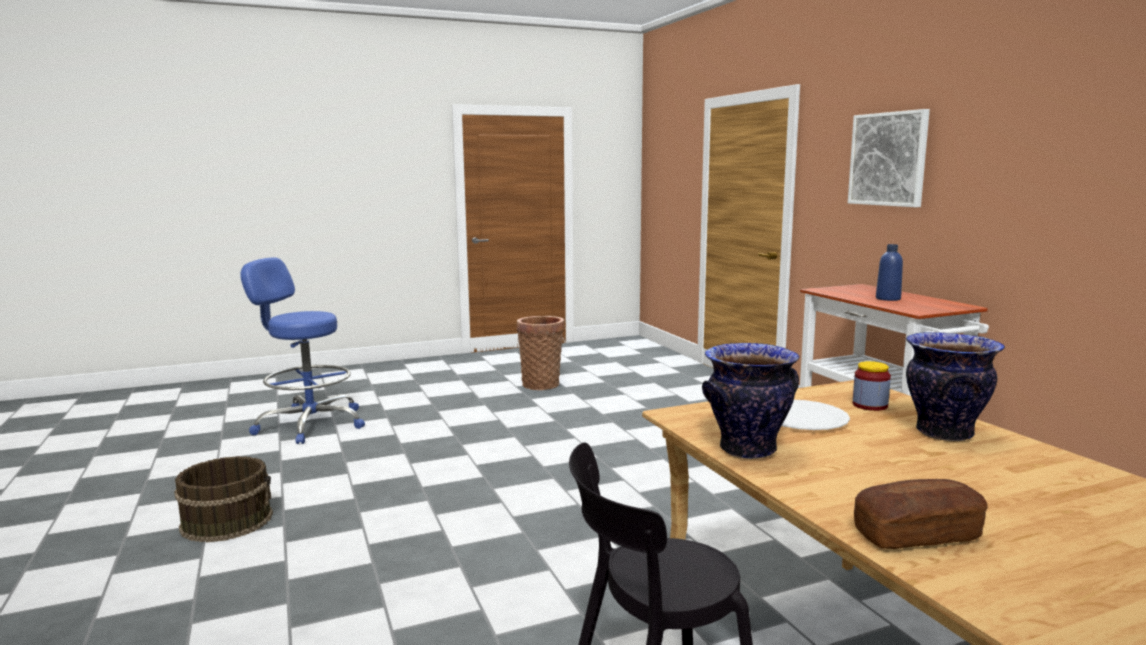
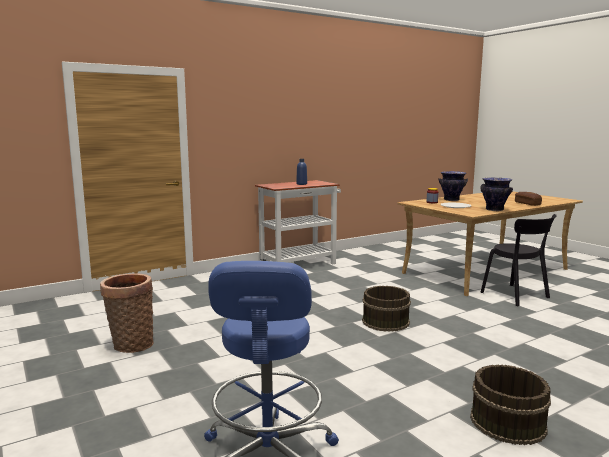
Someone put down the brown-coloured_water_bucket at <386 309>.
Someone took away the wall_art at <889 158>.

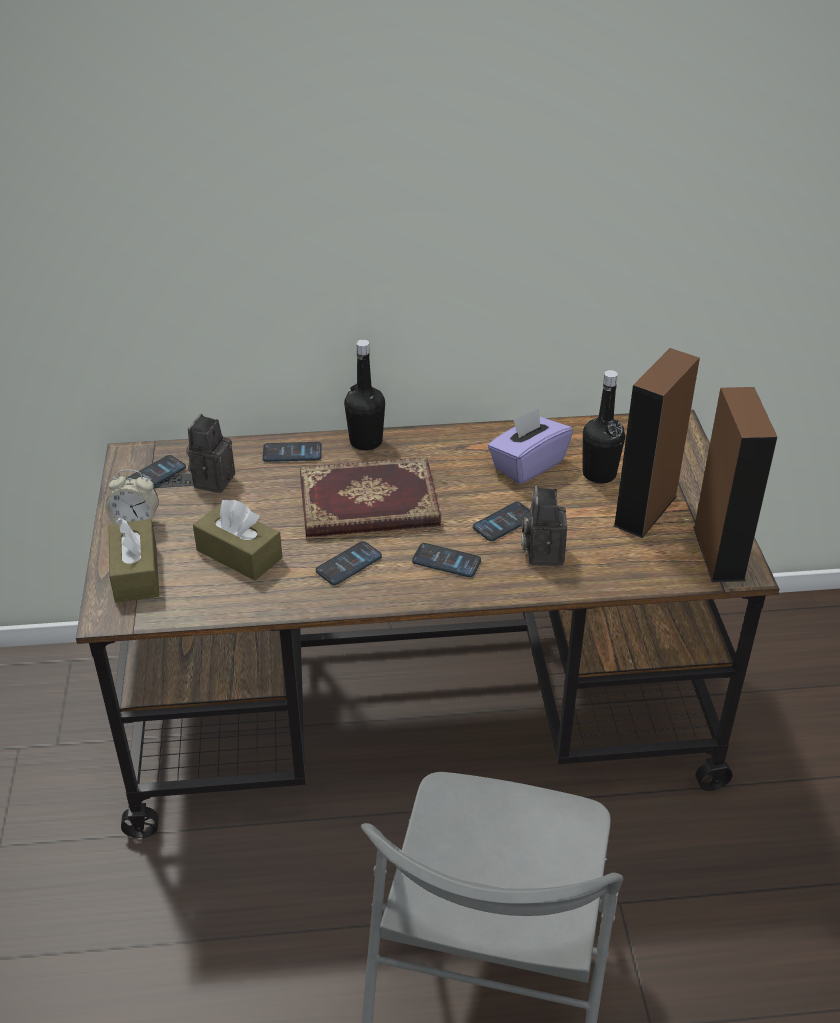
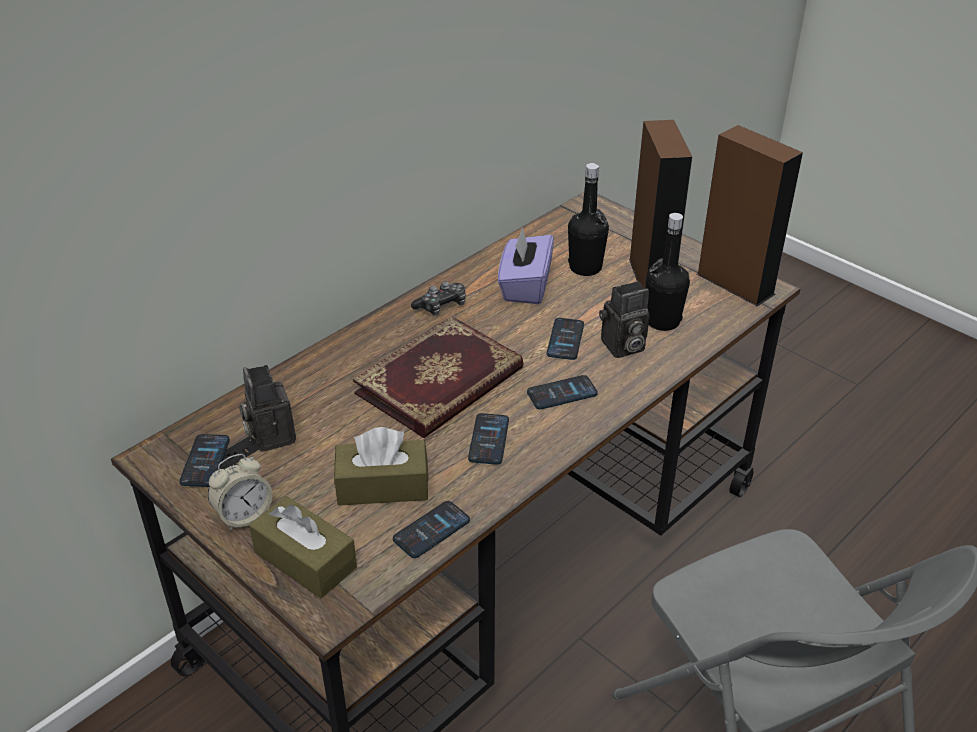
Someone carried the handset from <292 452> to <431 529>.
Someone put down the game_controller at <438 298>.
Someone rotated the photo_camera at <544 525> by 75 degrees counterclockwise.
Someone carried the blackish_beverage_bottle from <364 395> to <668 272>.

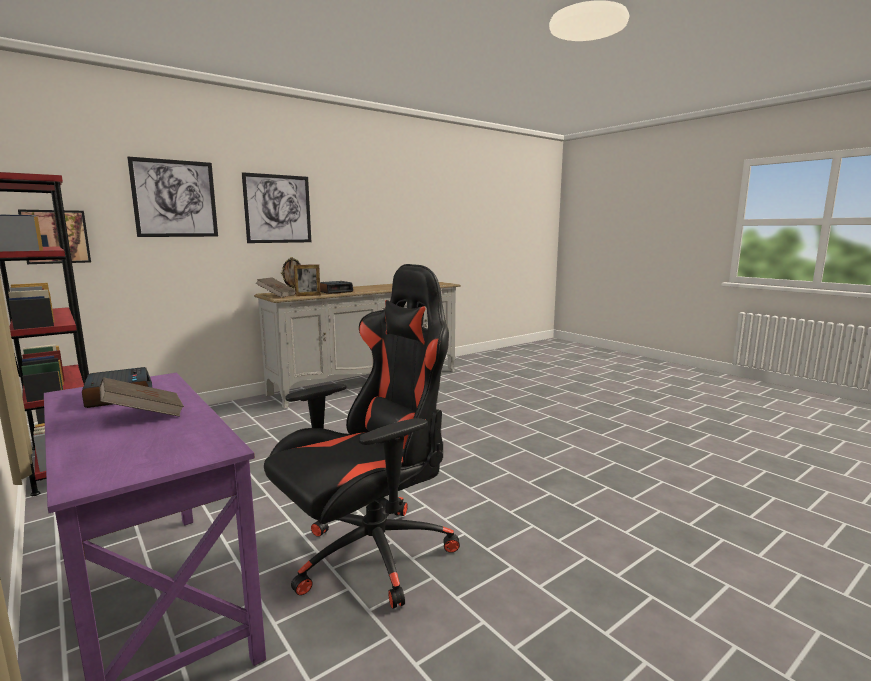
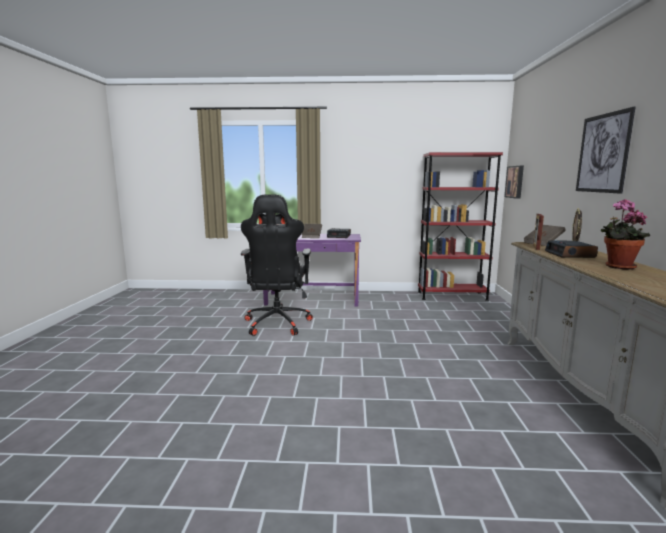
Someone put down the potted_plant at <626 234>.
Someone took away the wall_art at <172 197>.

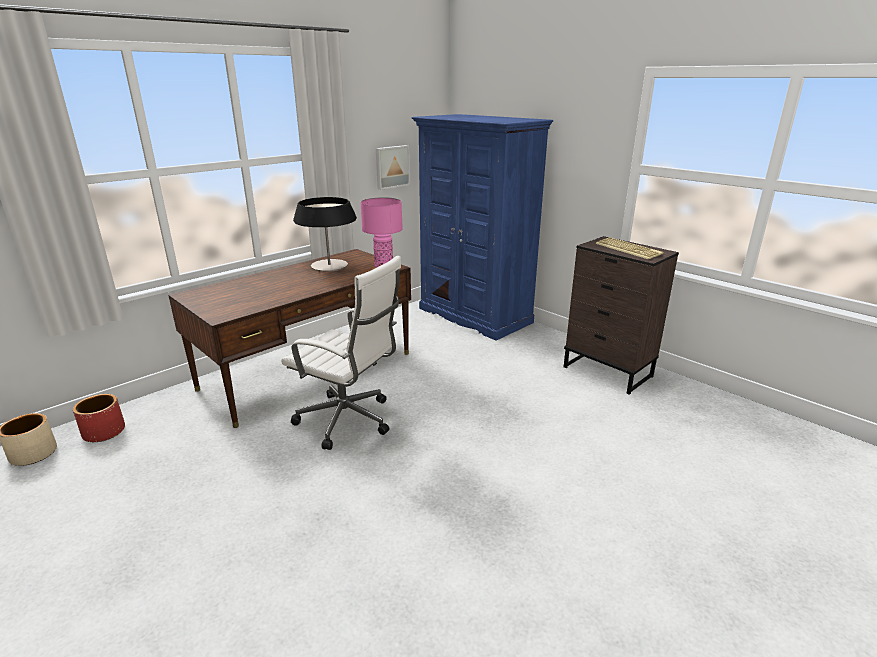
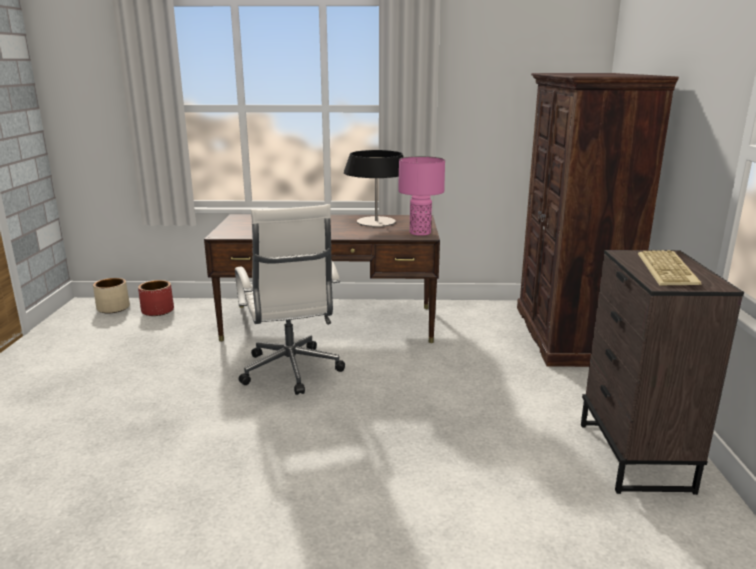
Someone repainted the bluish_armoire at <482 227>, which became the brown-coloured_armoire at <598 220>.
Someone took away the wall_art at <393 167>.

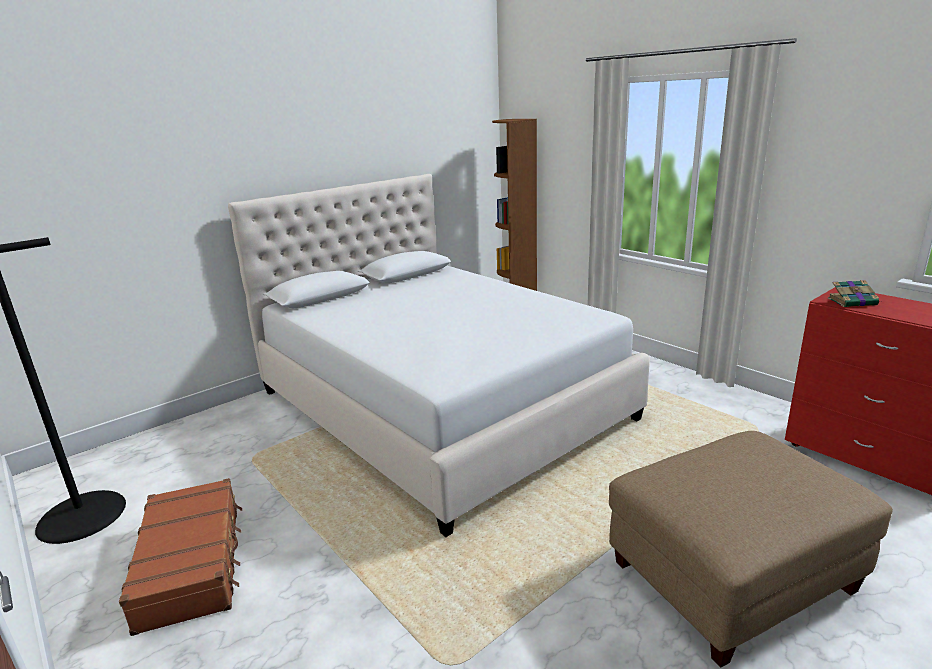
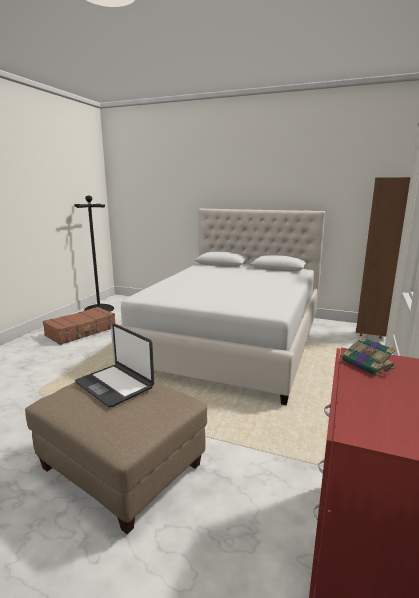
Someone put down the laptop at <114 365>.

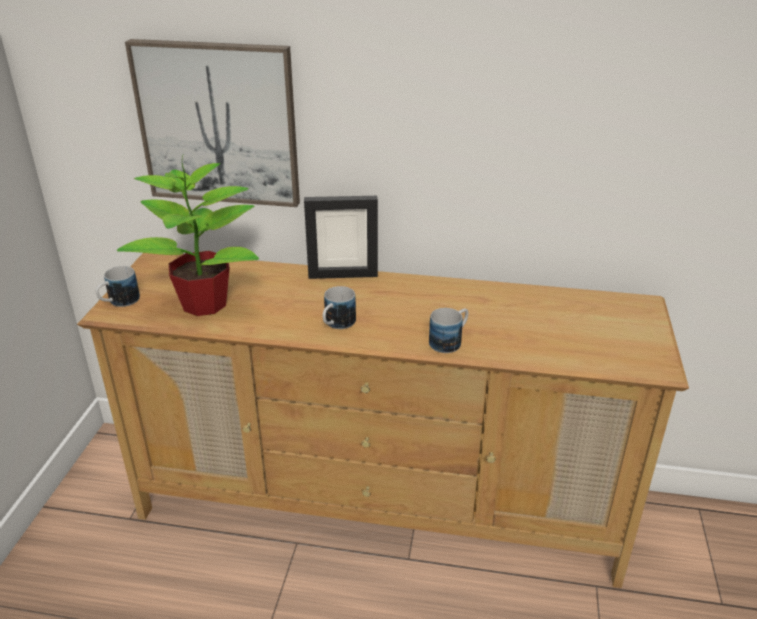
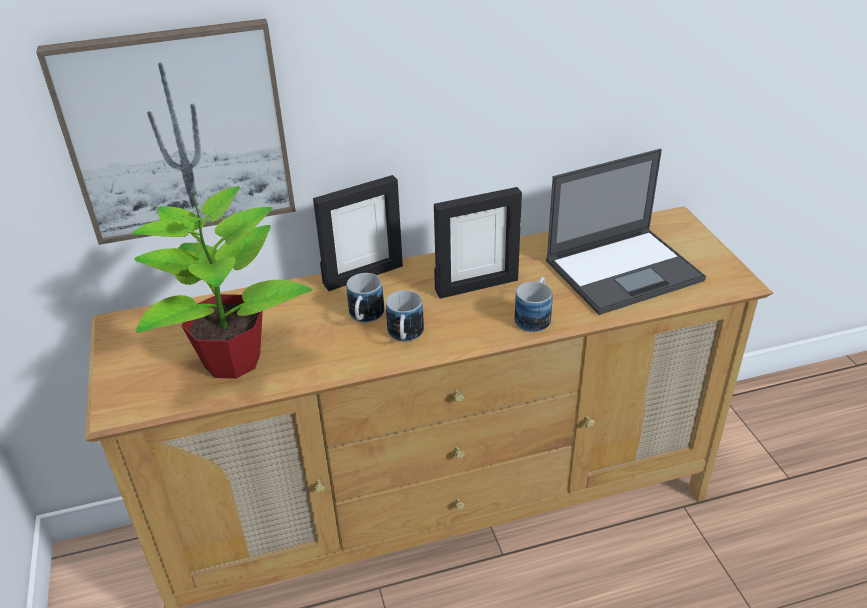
Someone carried the tea_mug from <118 286> to <365 298>.
Someone put down the picture_frame at <478 243>.
Someone put down the laptop at <626 232>.

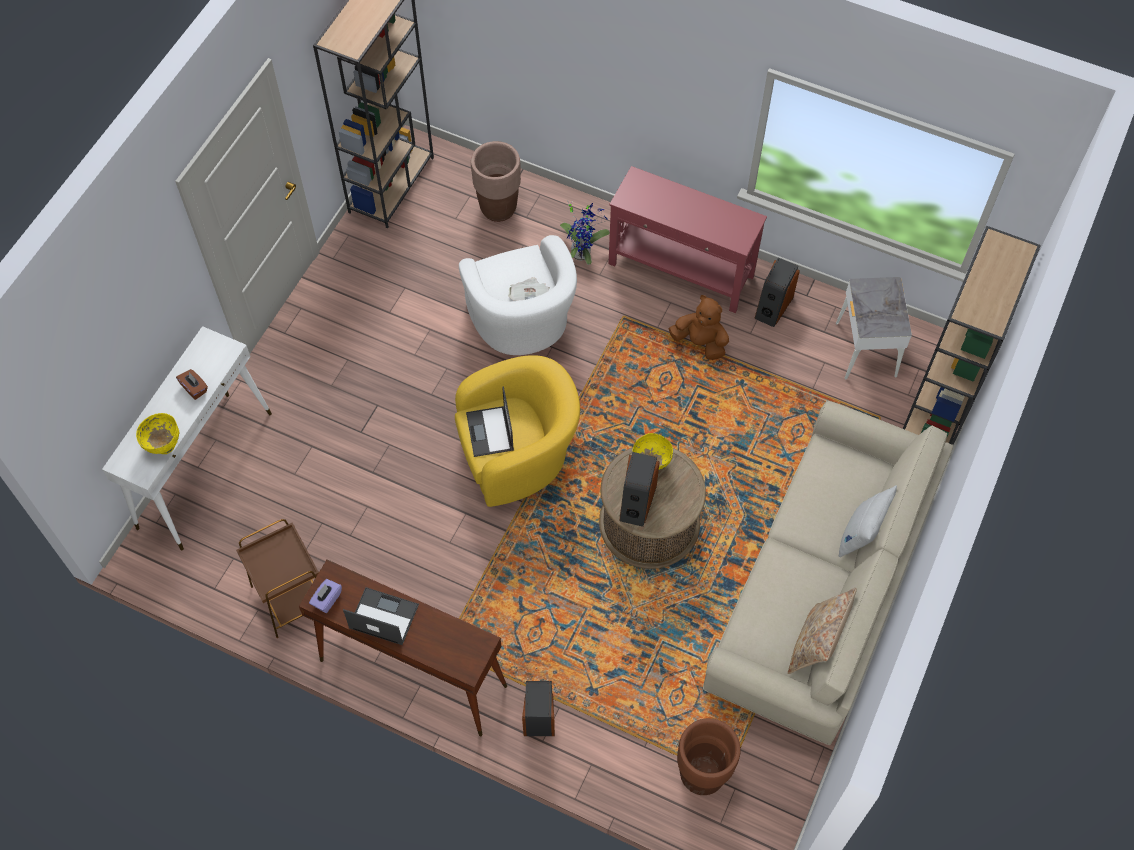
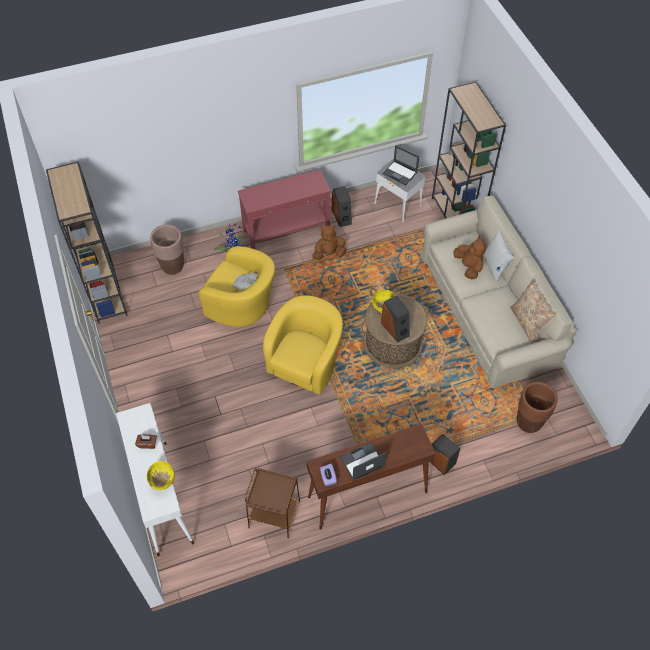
Someone repainted the whitish_easy_chair at <518 295>, which became the yellow-coloured_easy_chair at <237 286>.
Someone carried the laptop from <490 421> to <401 165>.
Someone put down the brown-coloured_cuddly_toy at <469 257>.

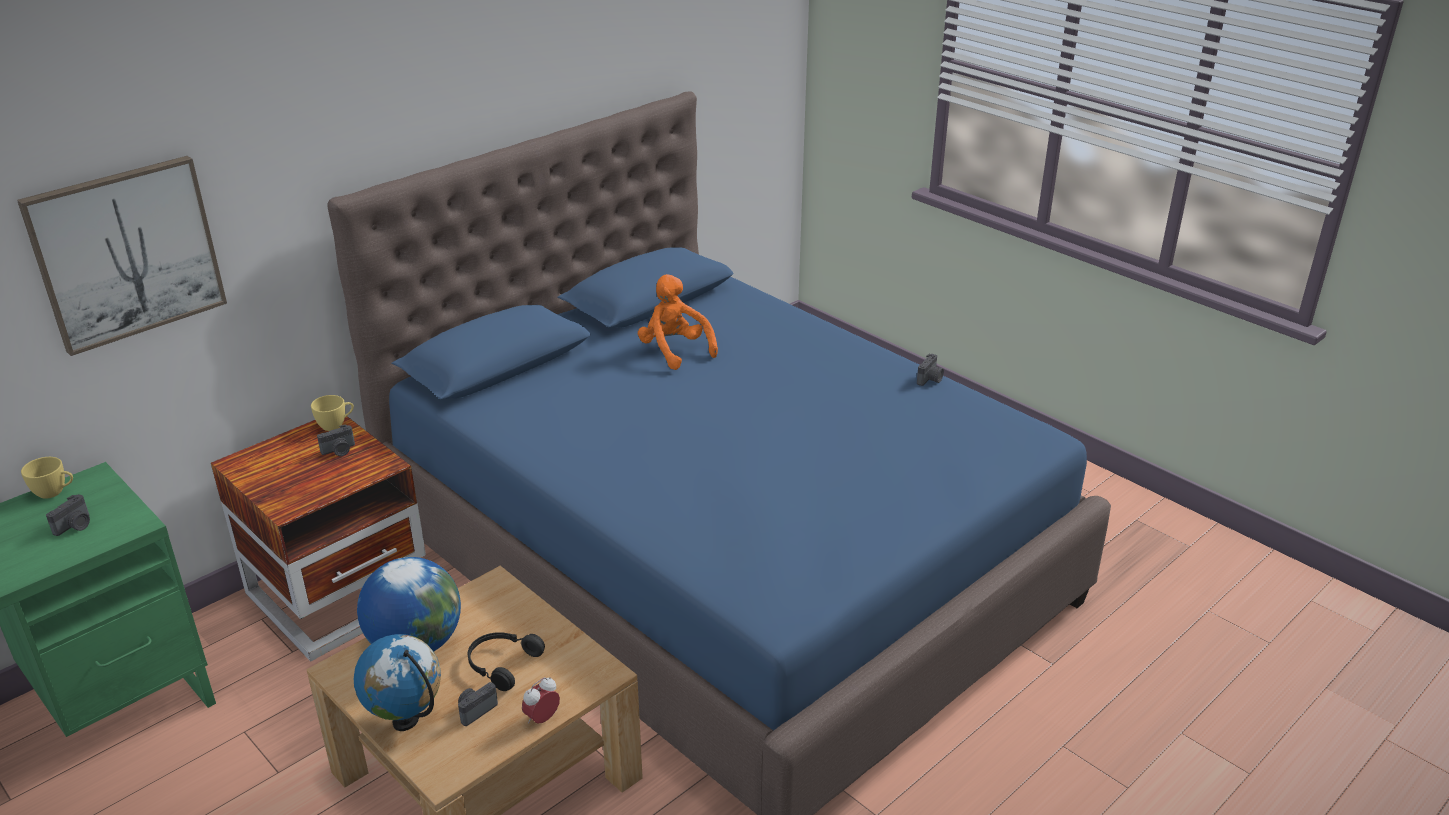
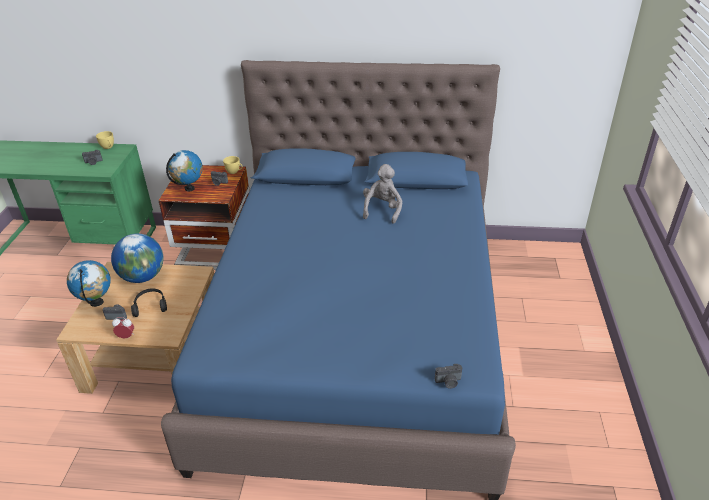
Someone put down the globe at <184 171>.
Someone repainted the orange-coloured_cuddly_toy at <678 322>, which became the gray_cuddly_toy at <382 194>.
Someone carried the photo_camera from <930 370> to <448 376>.
Someone took away the wall_art at <122 256>.

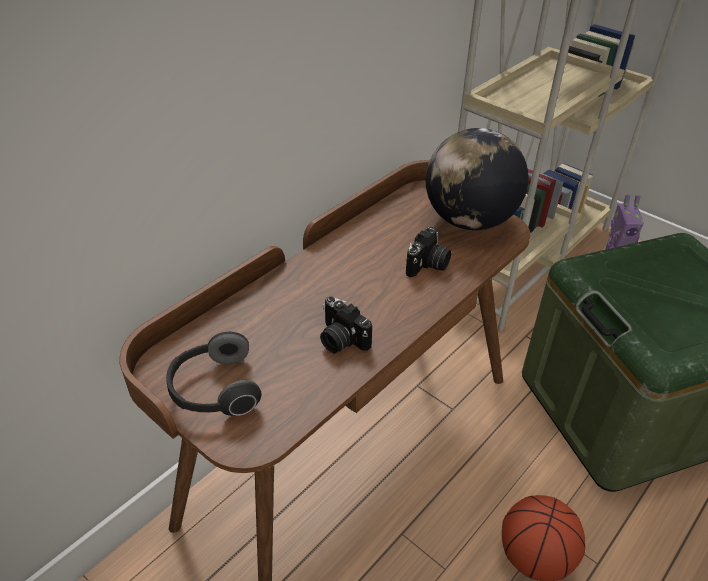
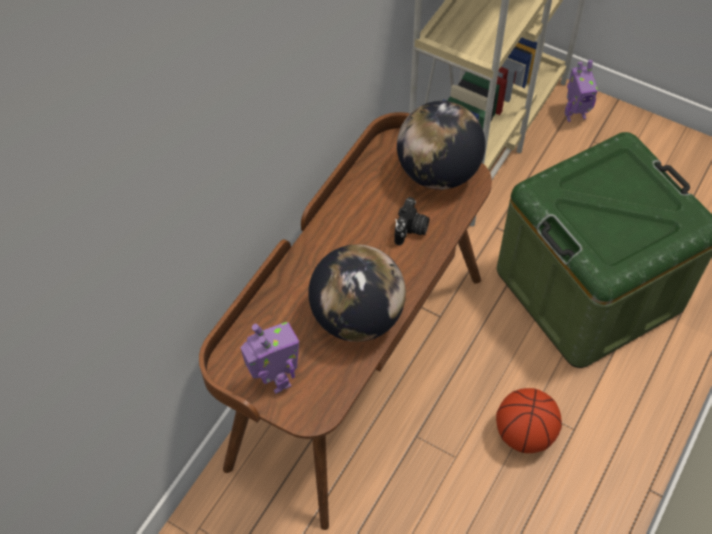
Someone swapped the pair_of_headphones at <214 374> for the toy_robot at <269 358>.
Someone swapped the photo_camera at <346 324> for the globe at <357 293>.

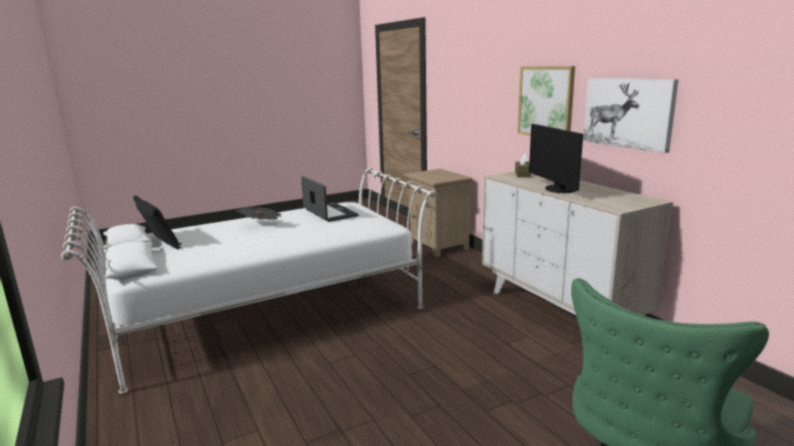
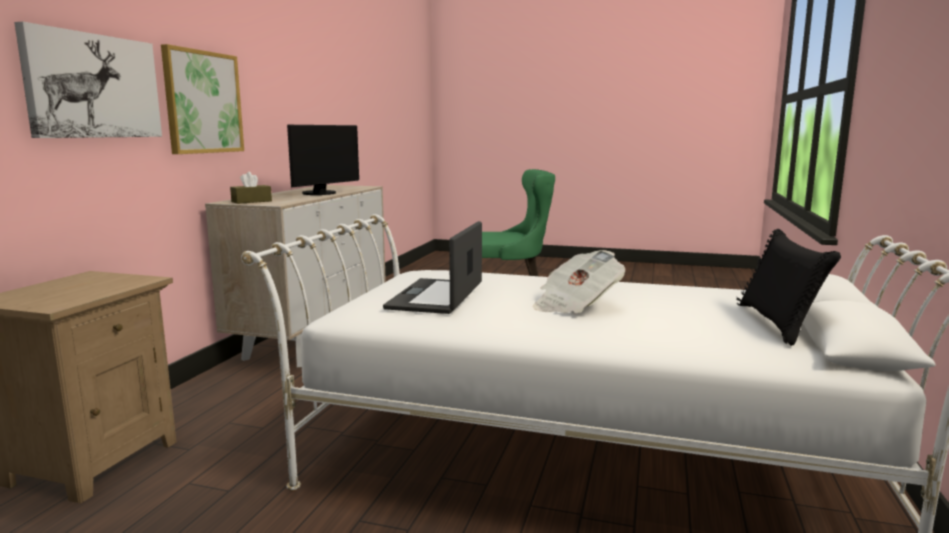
Someone carried the wall_art from <631 115> to <88 80>.

